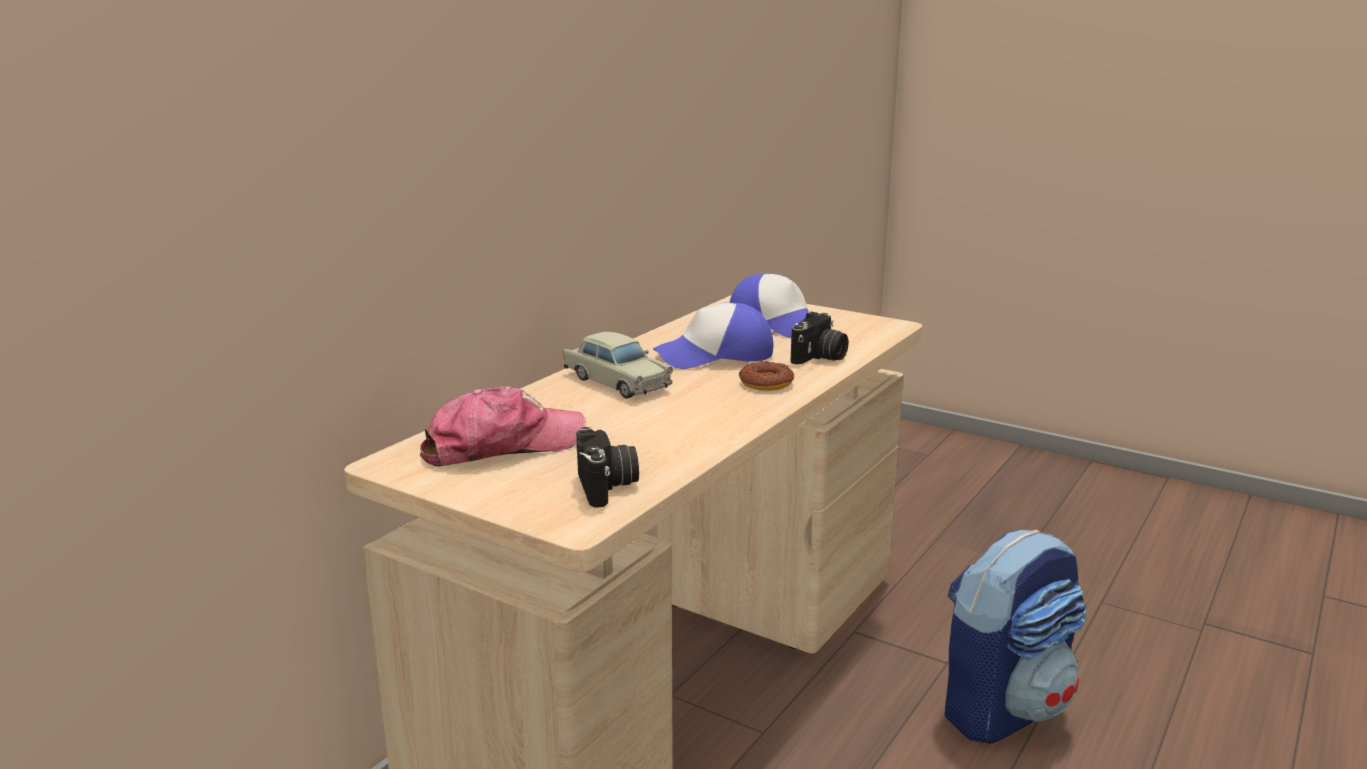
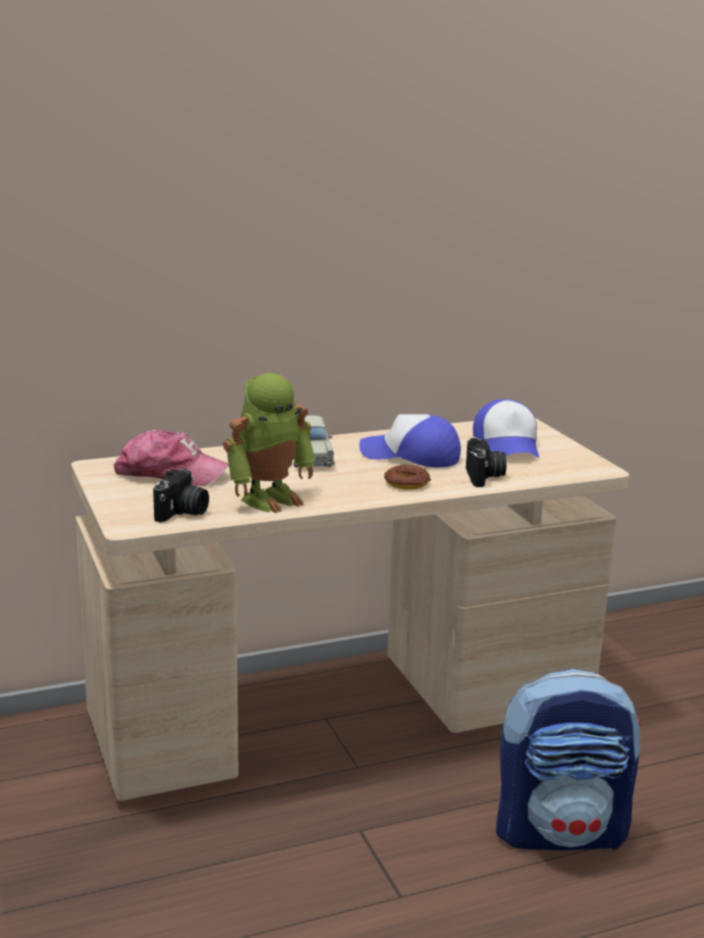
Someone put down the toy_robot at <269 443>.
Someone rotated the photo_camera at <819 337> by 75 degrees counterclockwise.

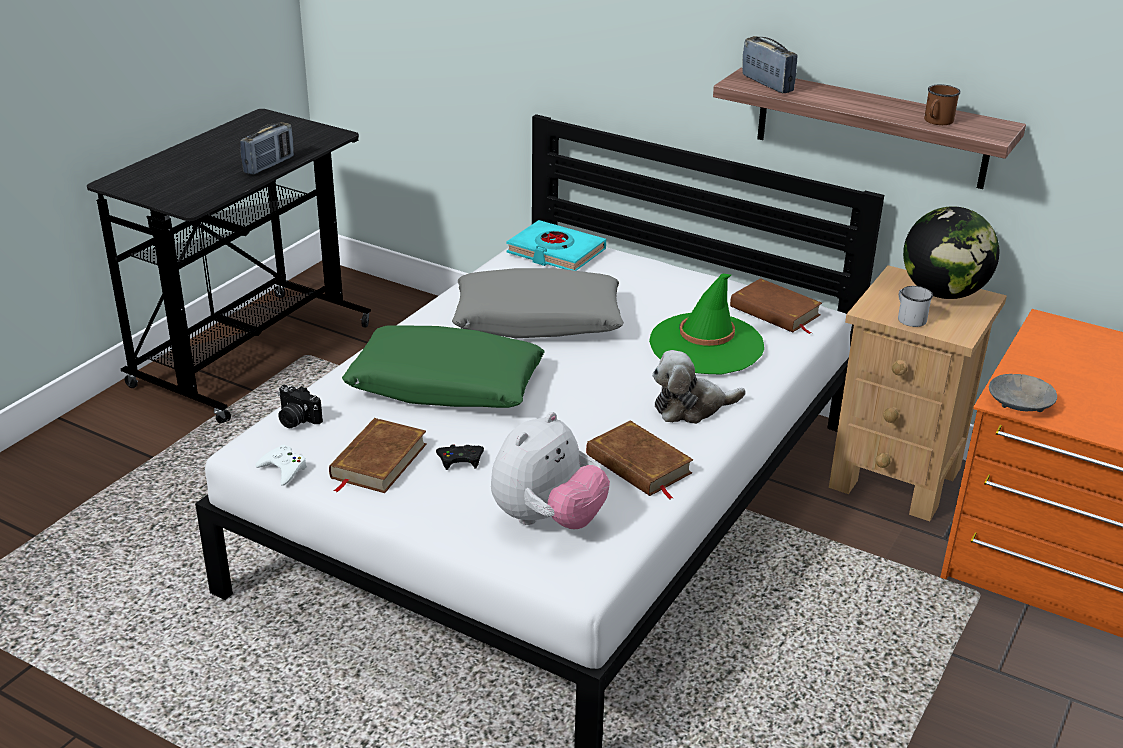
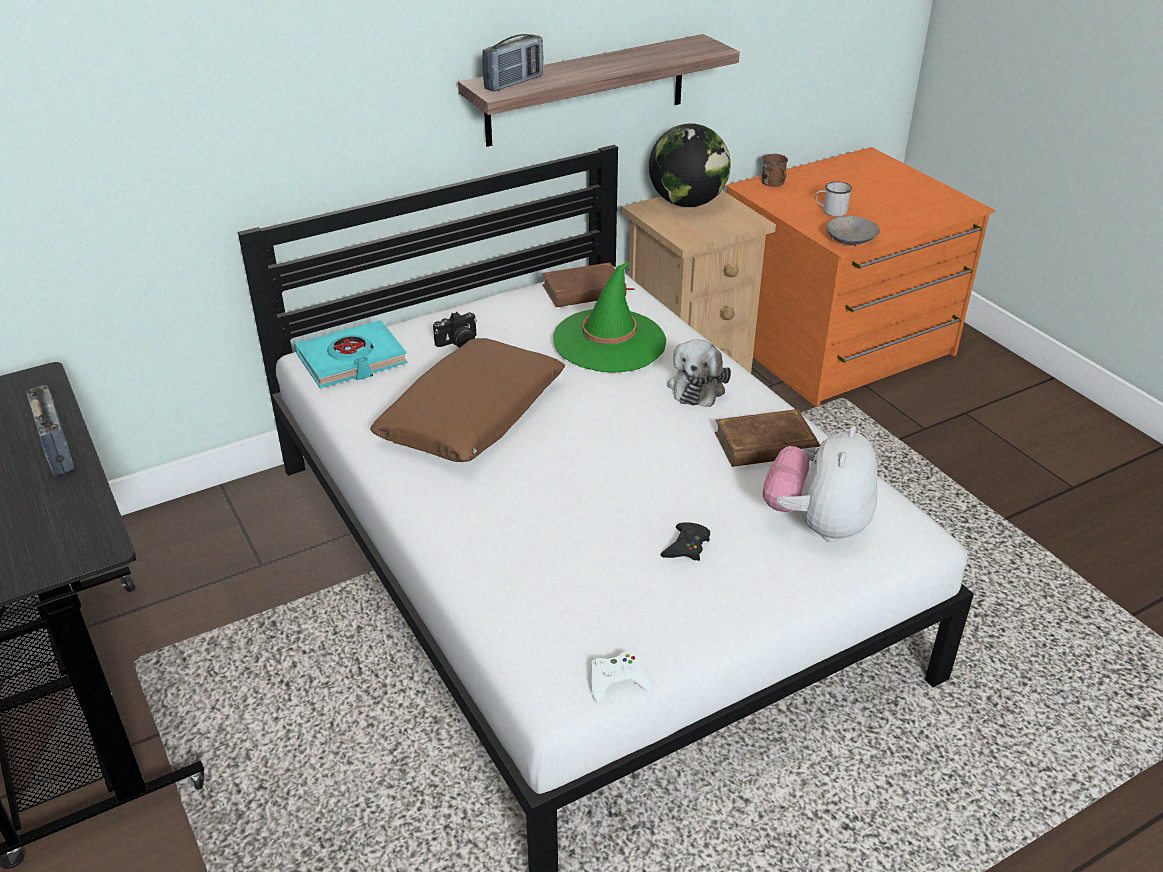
Someone repainted the gray_throw_pillow at <538 303>, which became the brown-coloured_throw_pillow at <467 400>.
Someone carried the photo_camera from <300 406> to <455 330>.
Someone rotated the radio_receiver at <770 64> by 135 degrees clockwise.
Someone carried the brown-coloured_tea_mug from <942 104> to <774 170>.
Someone rotated the cuddly_toy at <550 471> by 135 degrees counterclockwise.
Someone carried the whitish_tea_mug from <915 306> to <833 199>.
Someone took away the brown-coloured_volume at <377 455>.
Someone took away the green-coloured_throw_pillow at <443 366>.

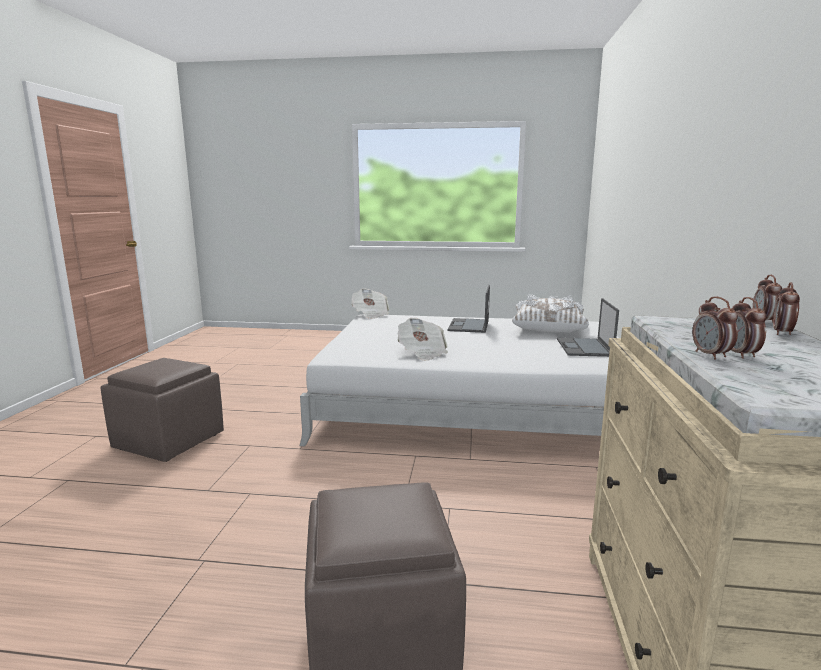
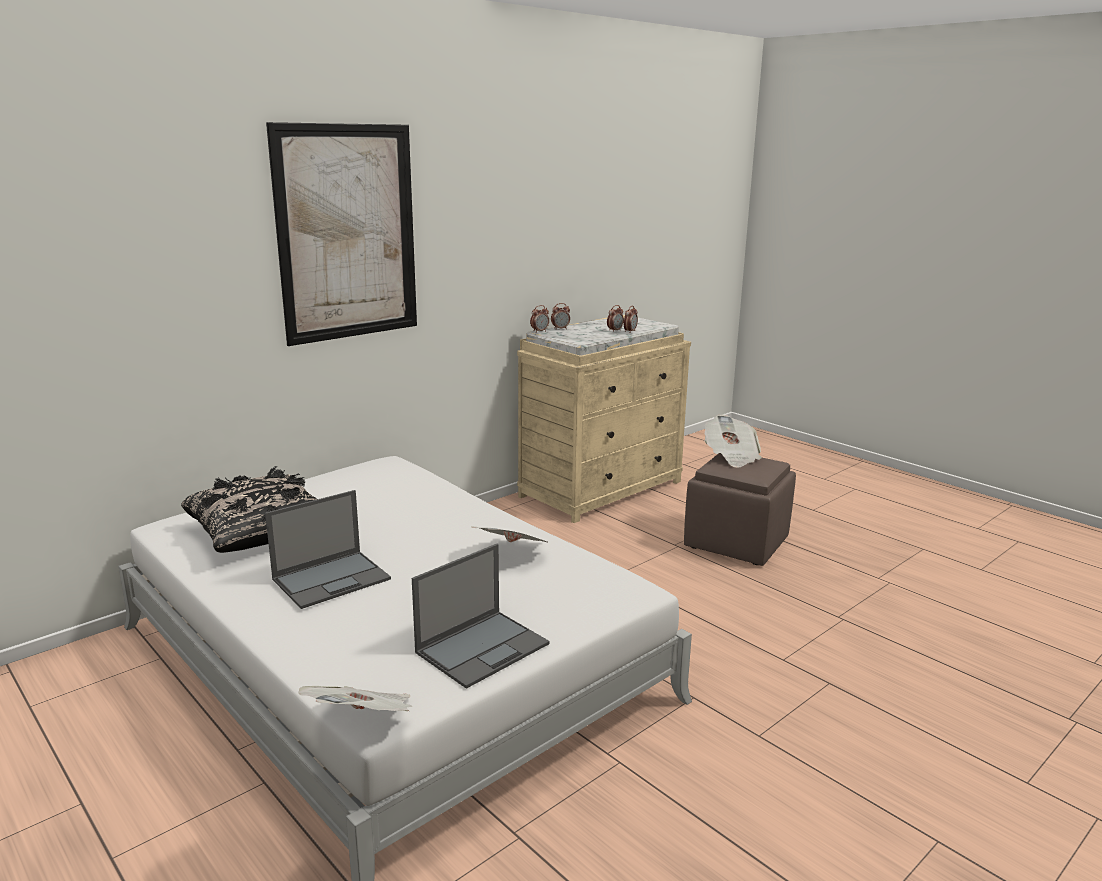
Someone repainted the whitish_throw_pillow at <550 313>, which became the blackish_throw_pillow at <249 509>.
Someone put up the wall_art at <341 234>.
Someone carried the laptop from <588 327> to <481 616>.
Someone put down the newspaper at <733 441>.
Someone took away the brown-coloured_footrest at <162 410>.

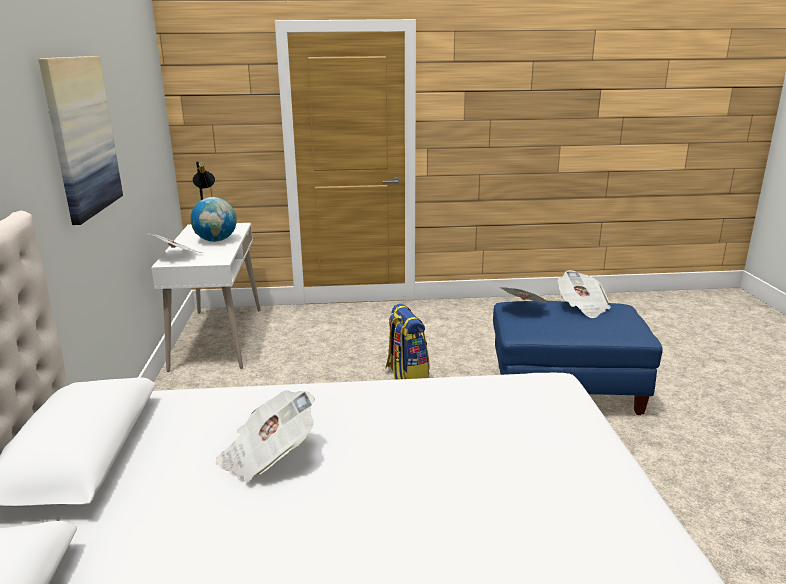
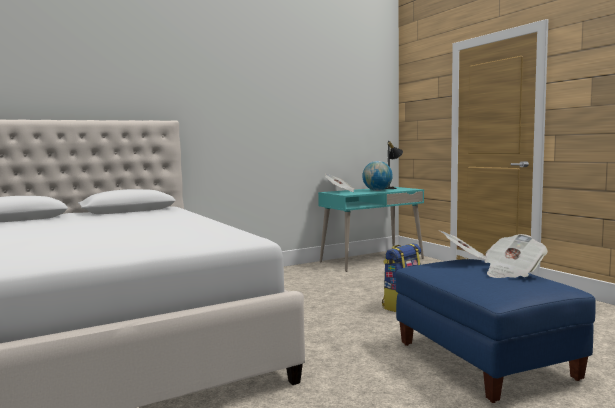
Someone repainted the whitish_desk_unit at <206 297>, which became the blue-green_desk_unit at <371 229>.
Someone took away the wall_art at <80 140>.
Someone took away the newspaper at <265 436>.

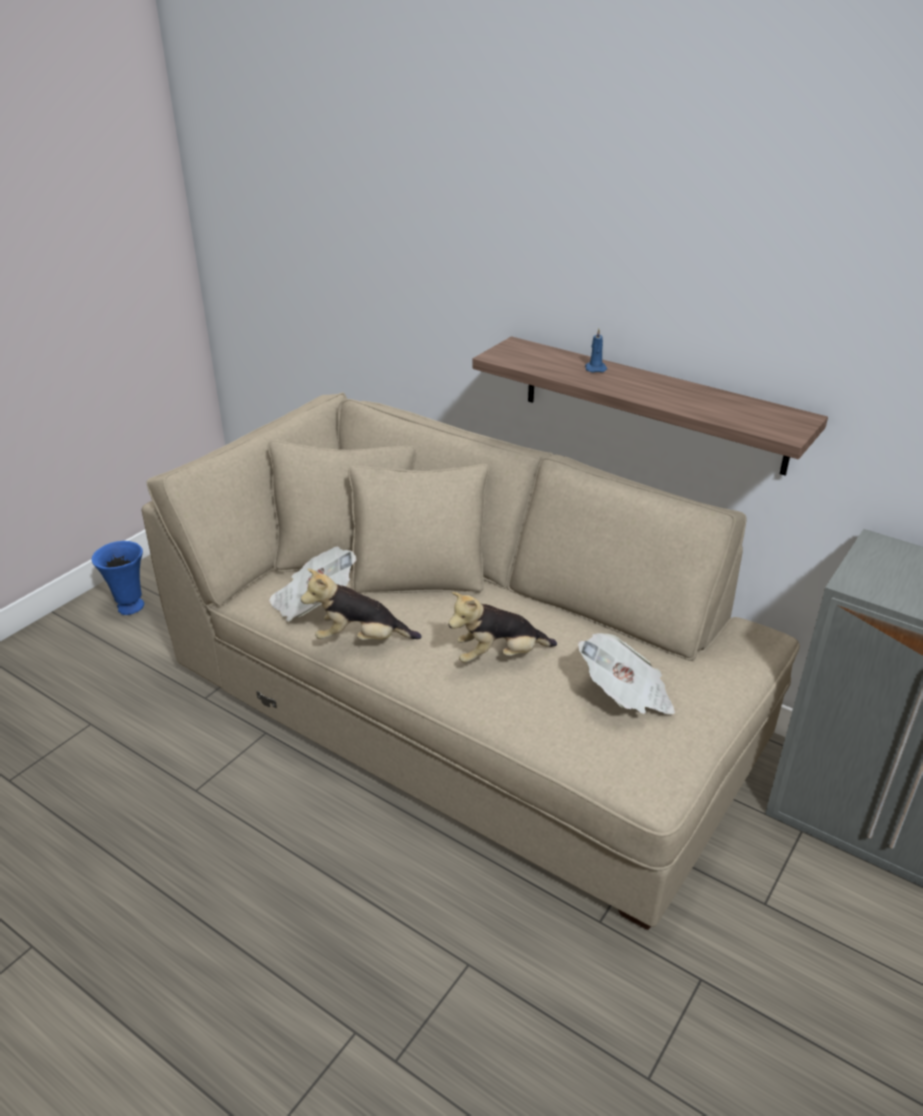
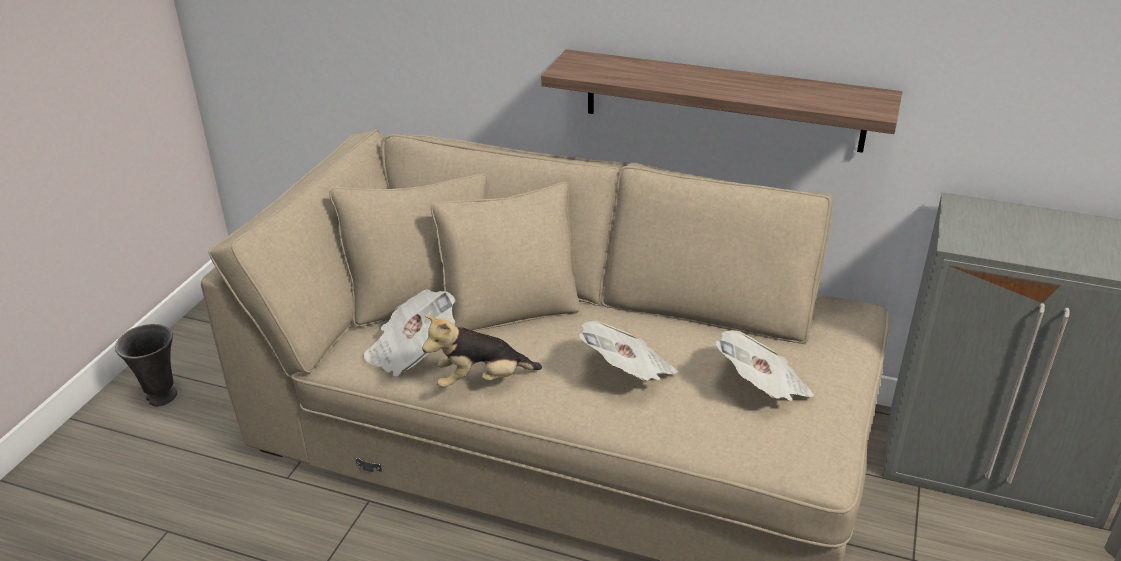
Someone repainted the bluish_flower_vase at <118 578>, which became the gray_flower_vase at <146 365>.
Someone swapped the cuddly_toy at <502 627> for the newspaper at <628 351>.
Someone took away the bluish_wax_light at <596 351>.

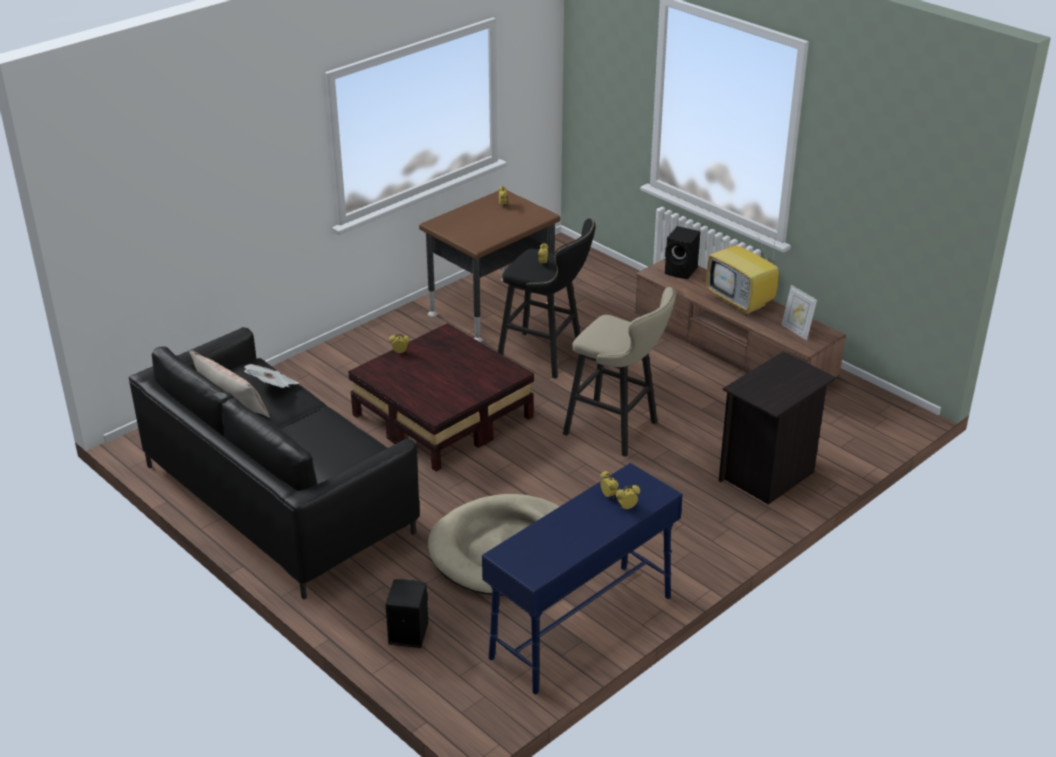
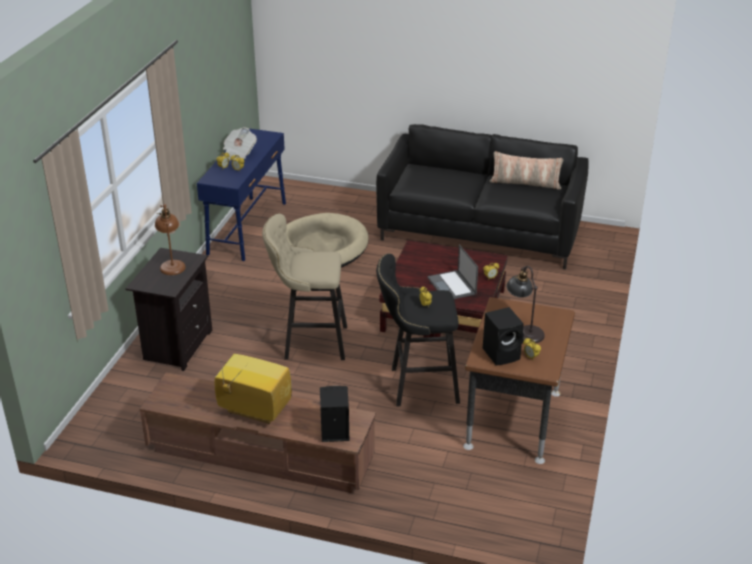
Someone put down the brown-coloured_lamp_for_a_table at <170 239>.
Someone carried the newspaper from <271 376> to <240 143>.
Someone put down the laptop at <452 272>.
Someone carried the blackish_audio_speaker from <407 613> to <503 336>.
Someone put down the gray_lamp_for_a_table at <526 304>.
Someone took away the picture_frame at <799 312>.

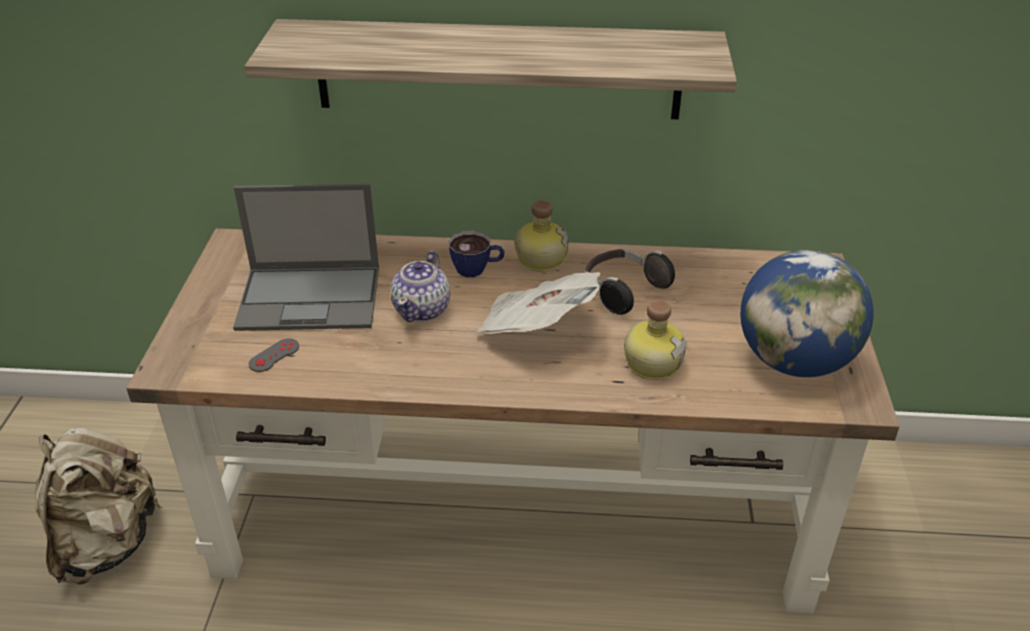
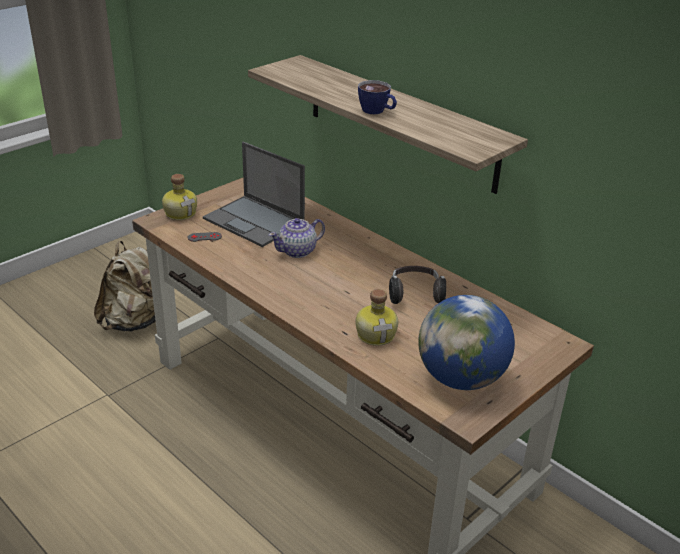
Someone carried the beverage_bottle from <541 236> to <179 197>.
Someone carried the small_cup from <477 254> to <377 97>.
Someone took away the newspaper at <539 303>.

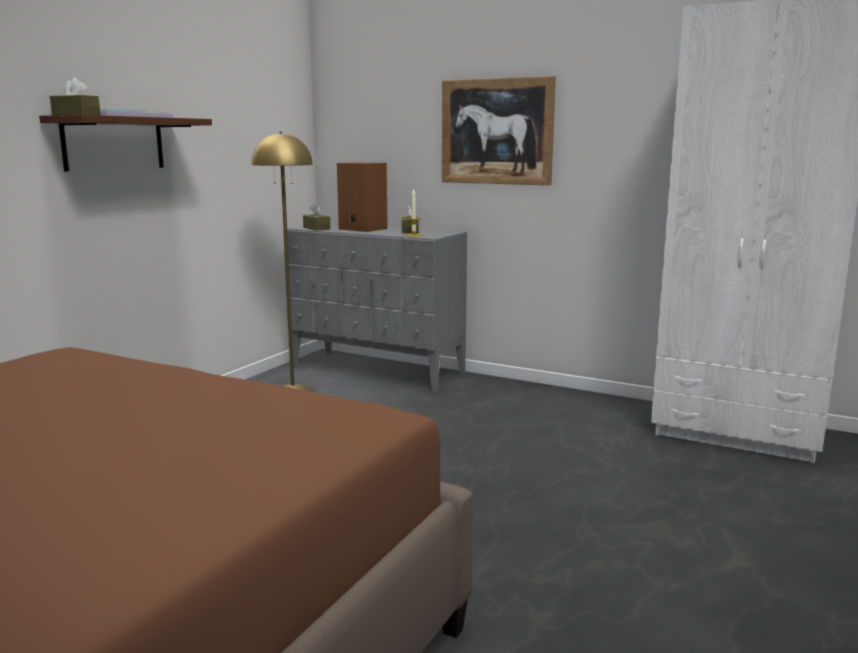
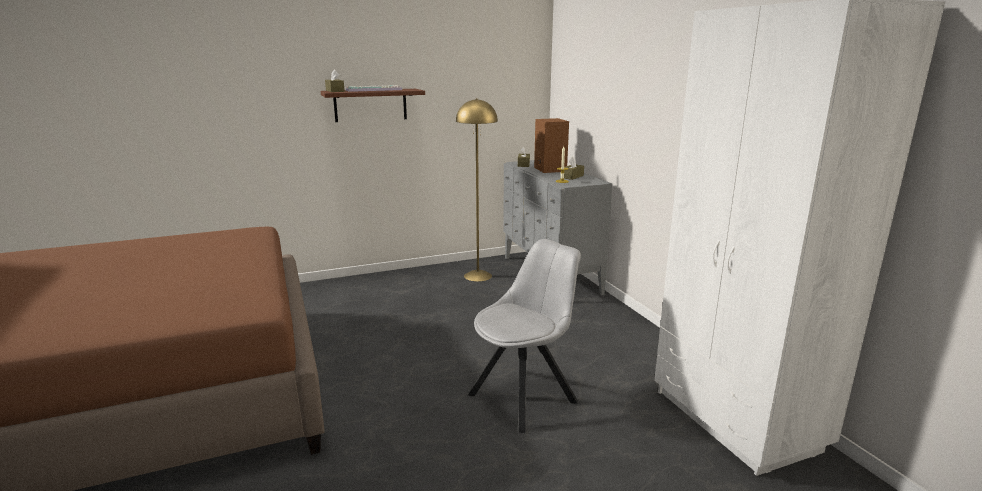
Someone put down the gray_plain_chair at <524 336>.
Someone took away the wall_art at <499 130>.

